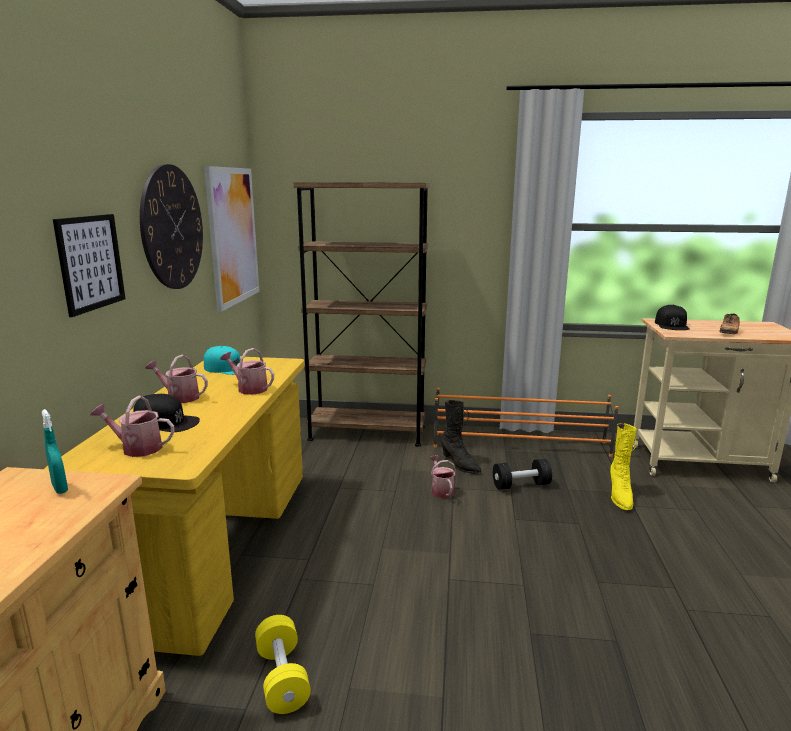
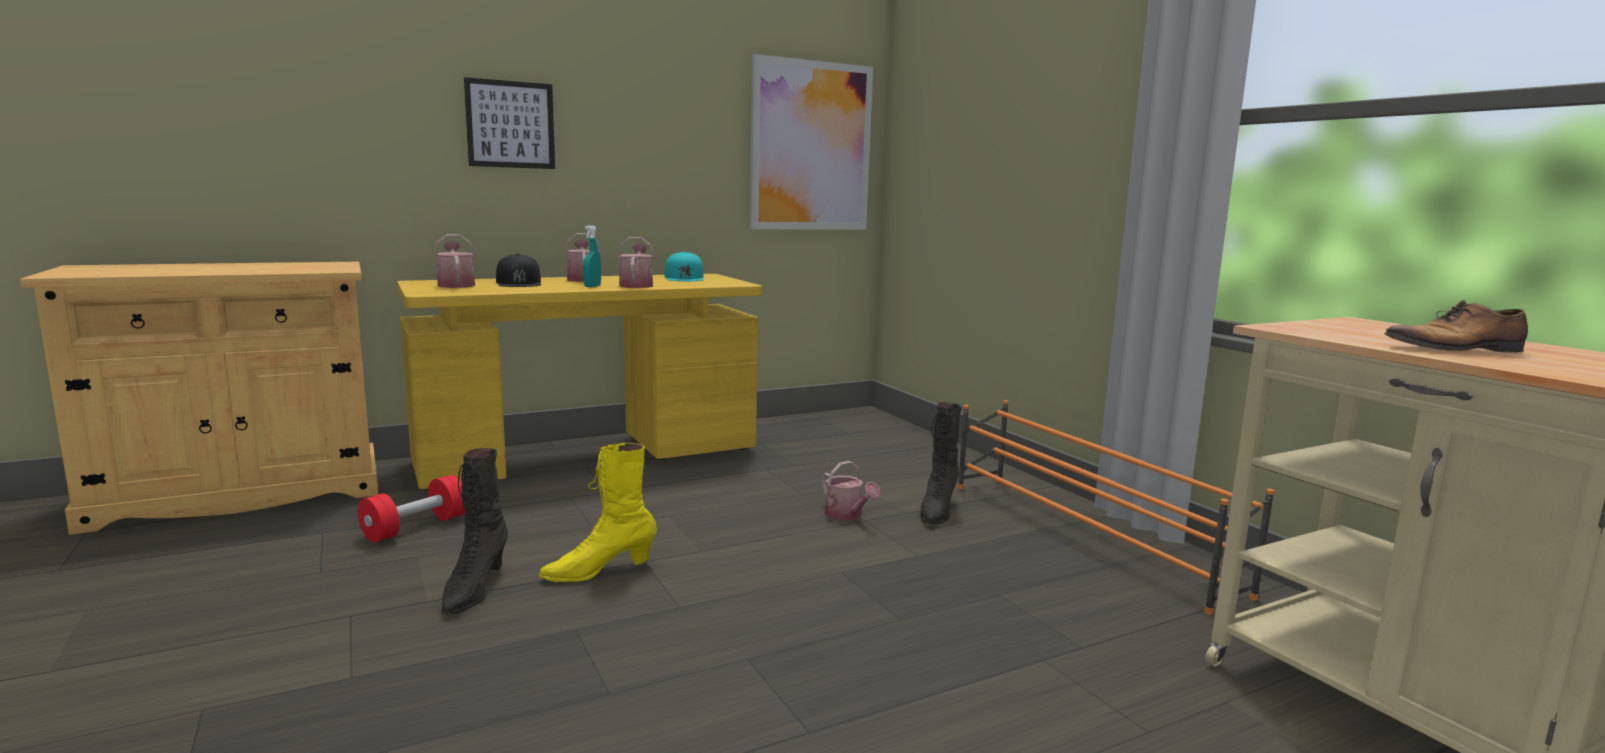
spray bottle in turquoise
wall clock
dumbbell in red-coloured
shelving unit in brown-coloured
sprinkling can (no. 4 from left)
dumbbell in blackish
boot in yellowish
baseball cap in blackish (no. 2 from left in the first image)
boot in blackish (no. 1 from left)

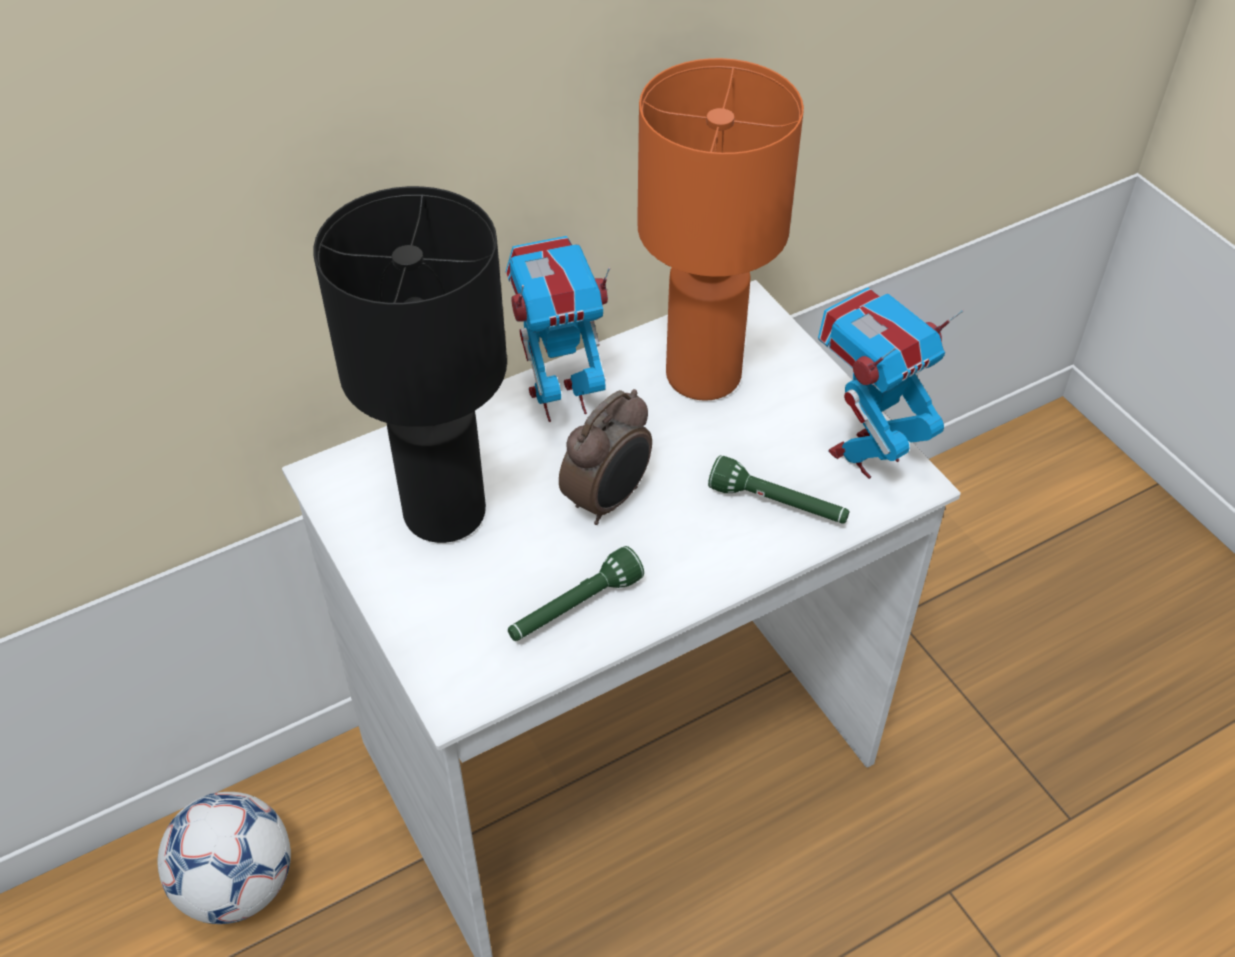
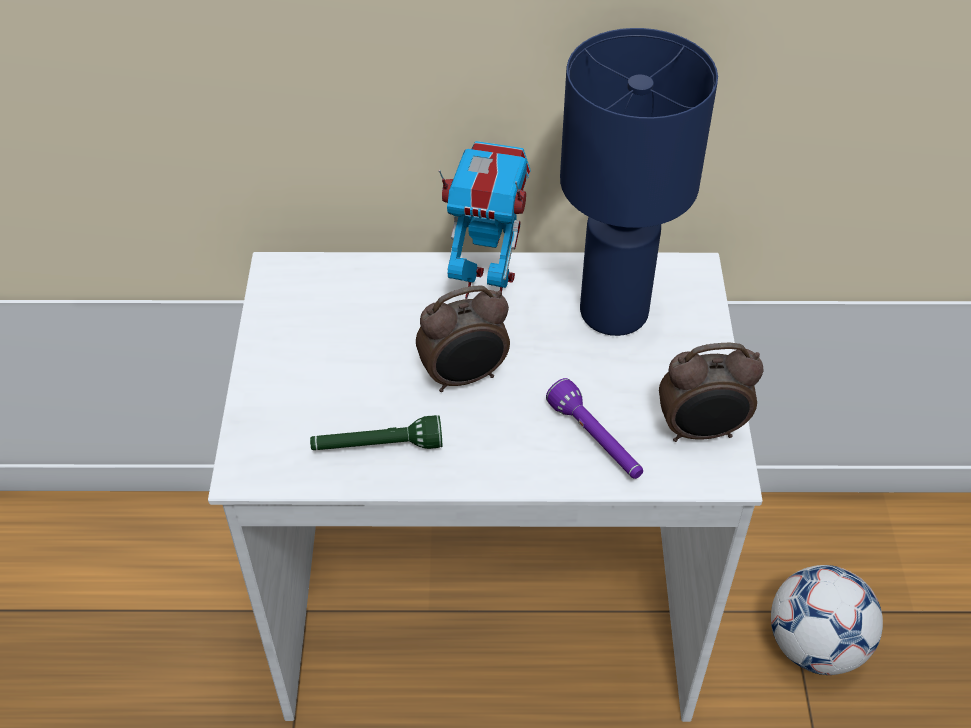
football ball
table lamp in blackish
table lamp in blue-coloured
hand torch in purple-coloured
alarm clock (no. 2 from left)

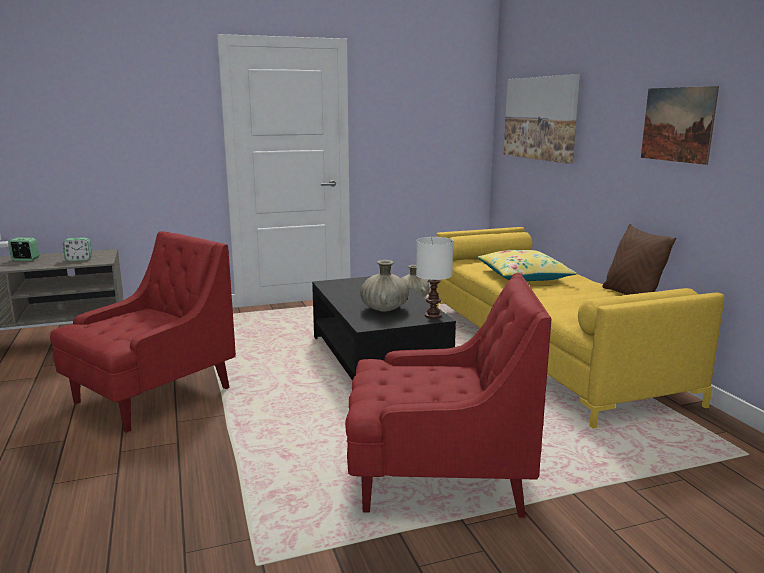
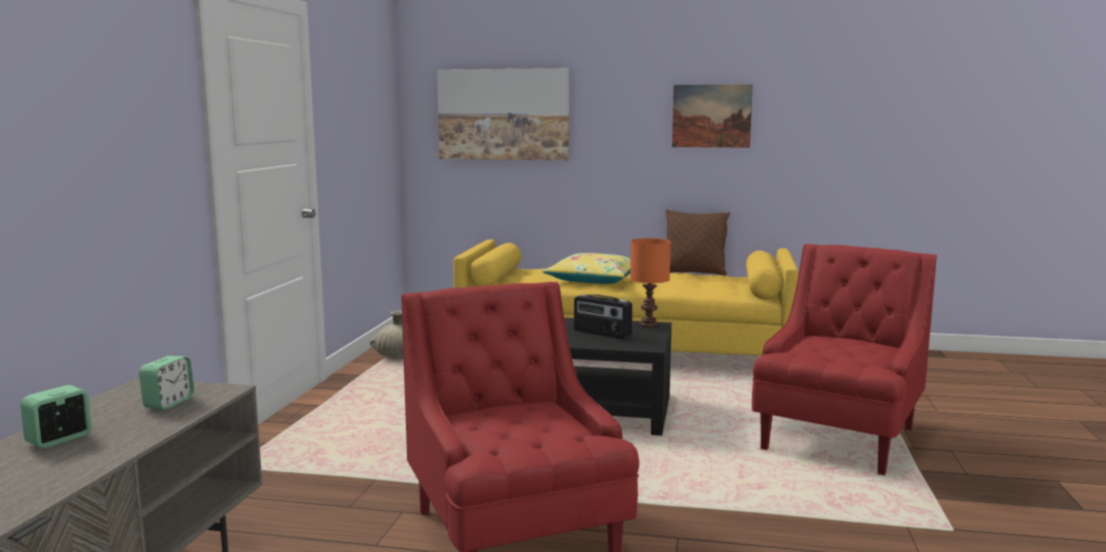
radio set
table lamp in orangey

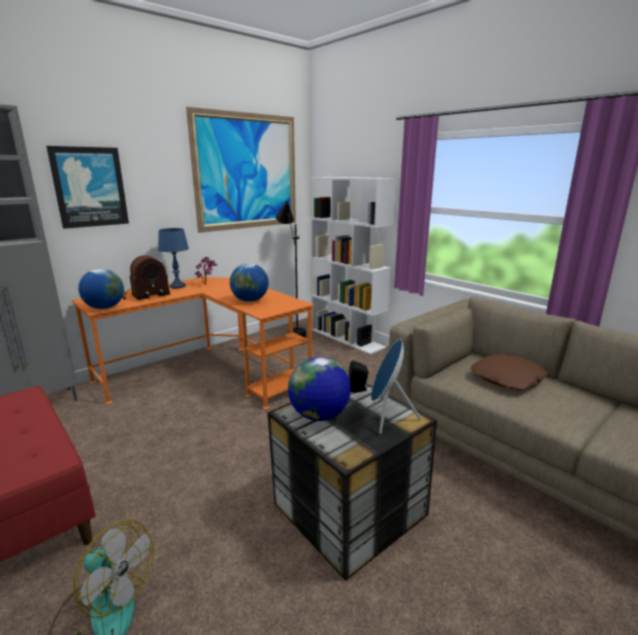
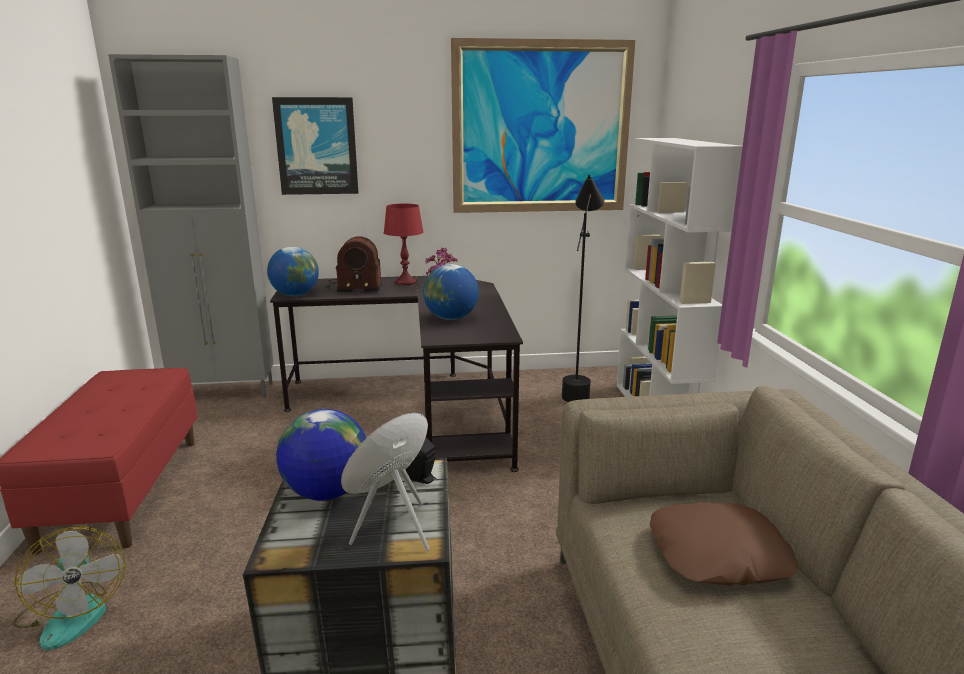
desk table in blackish
table lamp in red-coloured

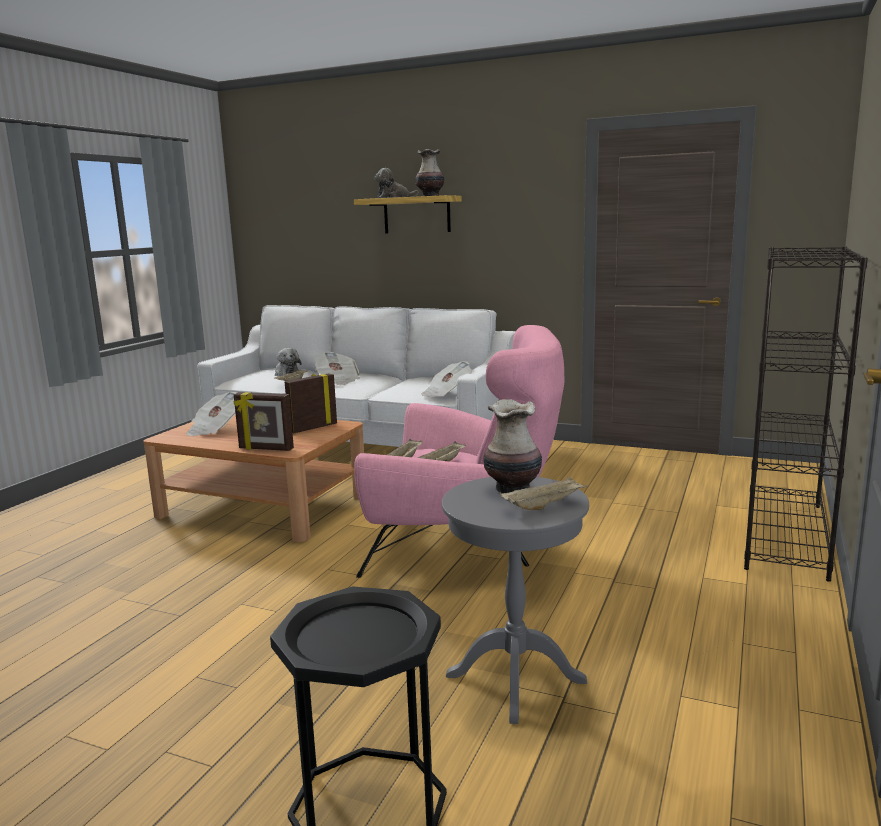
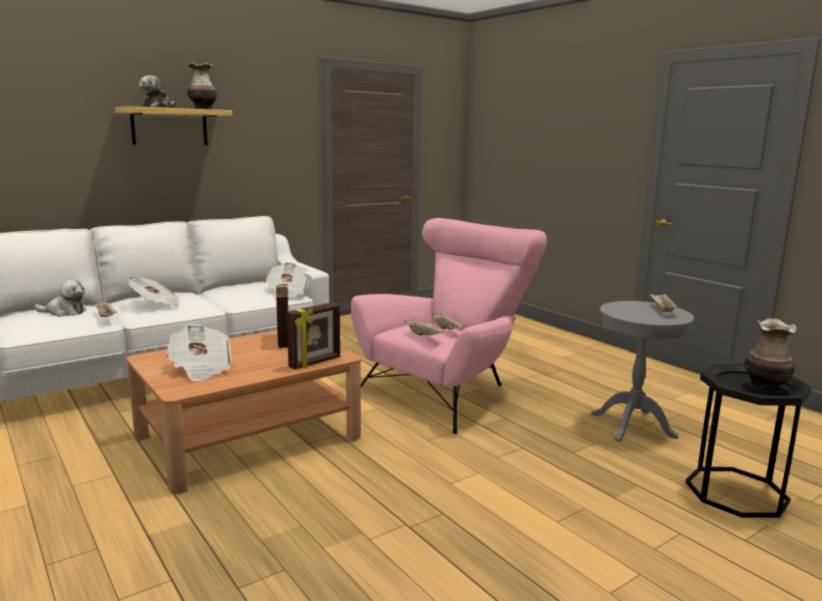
decorative vase (no. 2 from left)
shelving unit in blackish

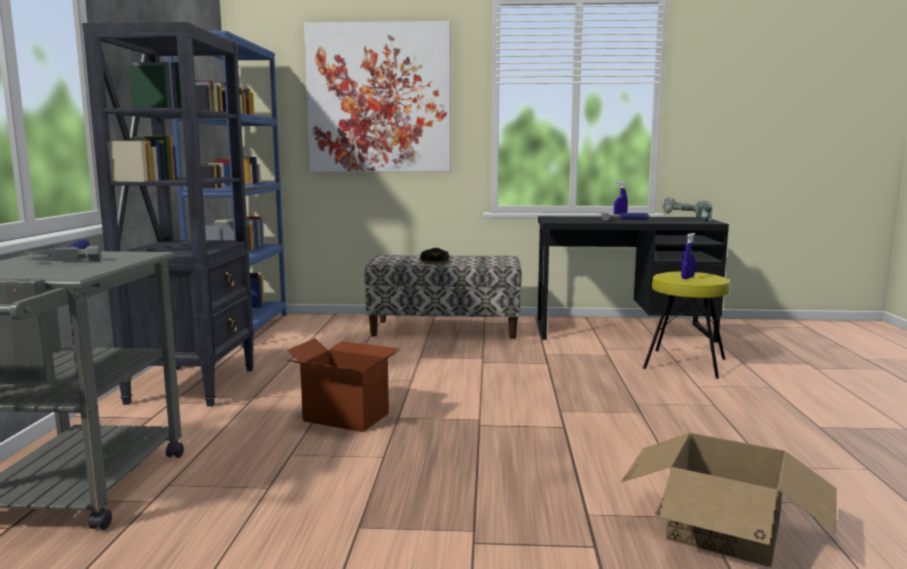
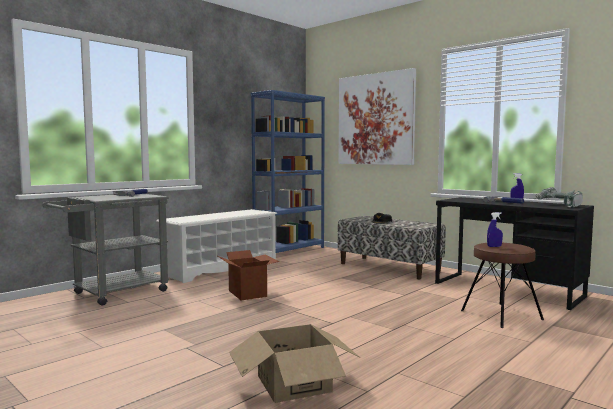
shoe rack in white-coloured
stool seat in brown-coloured

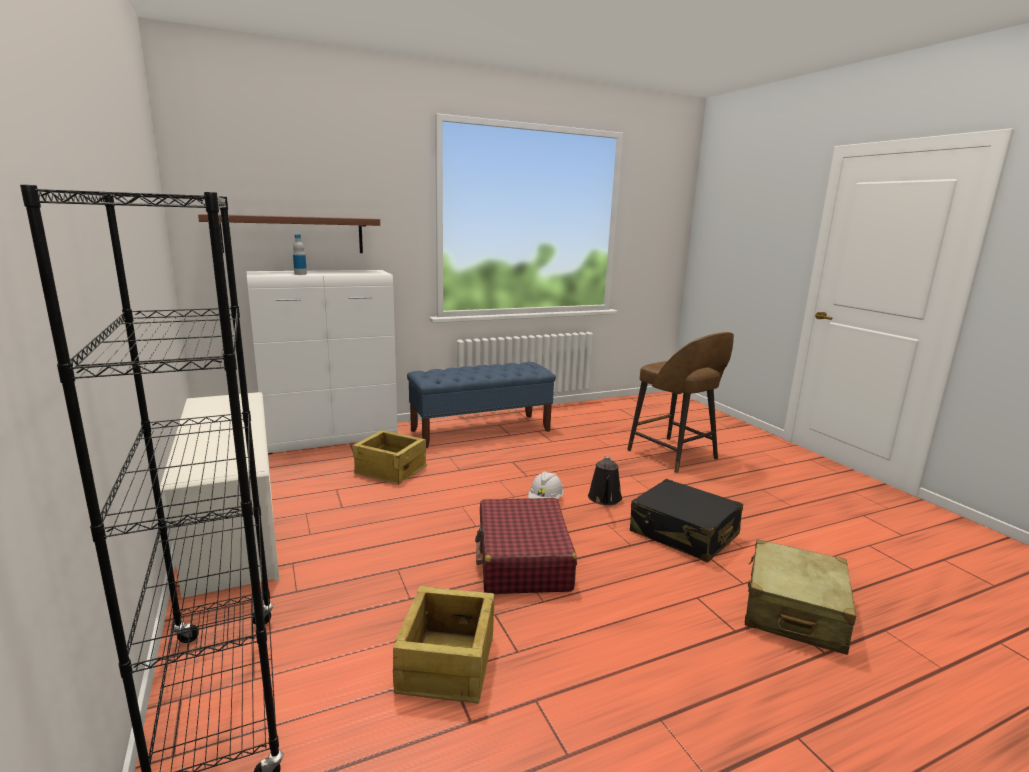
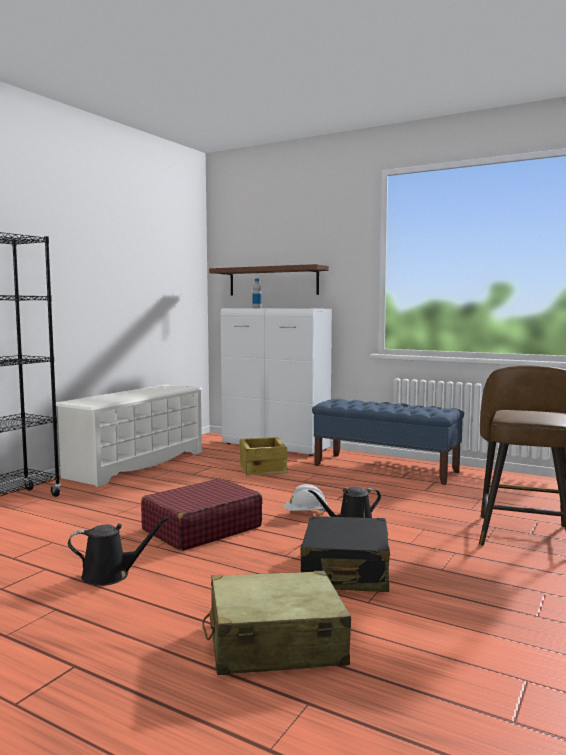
shipping crate (no. 2 from left in the first image)
sprinkling can in blackish (no. 1 from left)

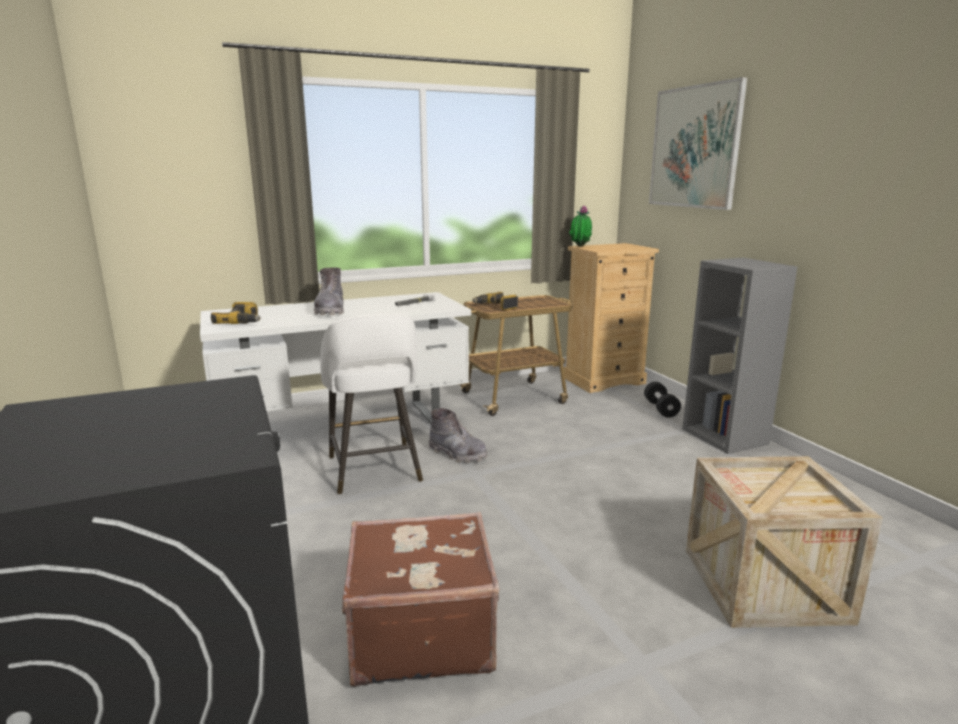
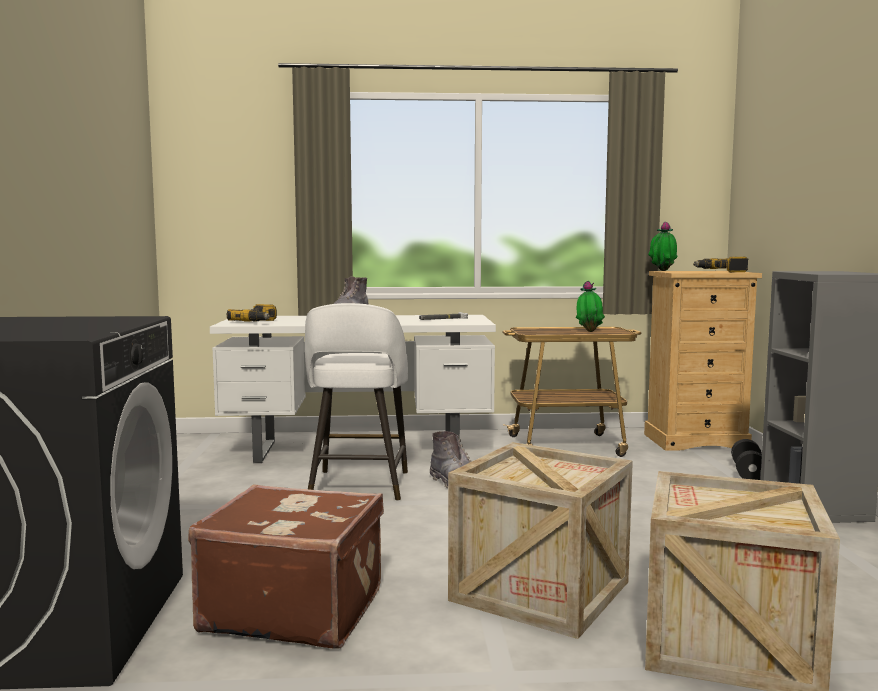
electric drill (no. 2 from left)
wall picture
shipping crate (no. 1 from left)
potted plant (no. 1 from left)

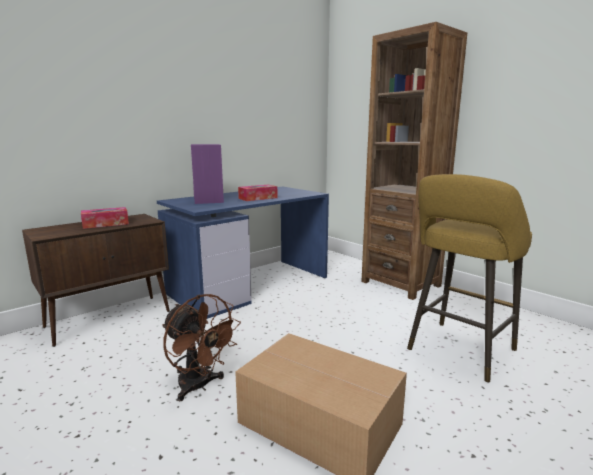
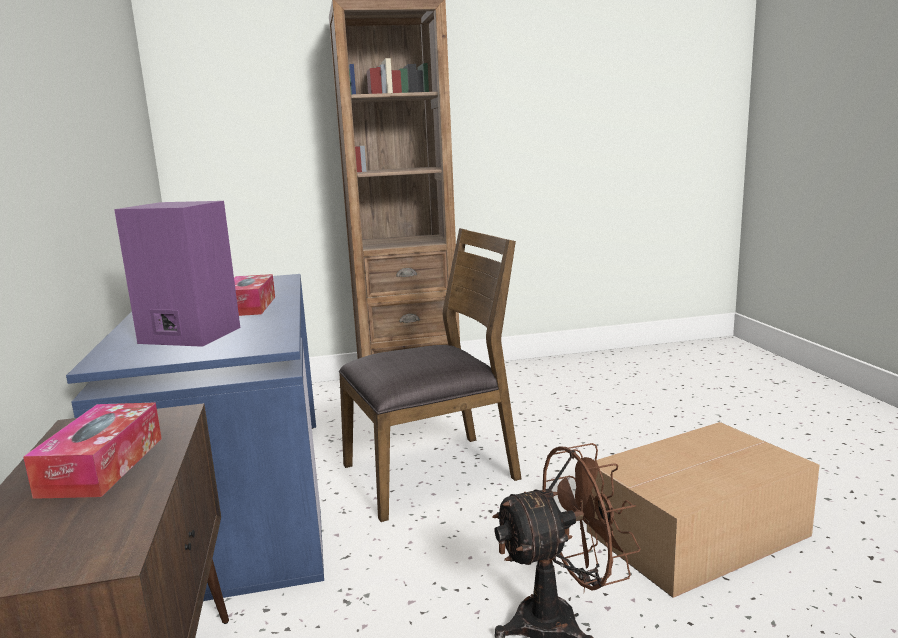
stool seat in yellowish
upright chair in brown-coloured

